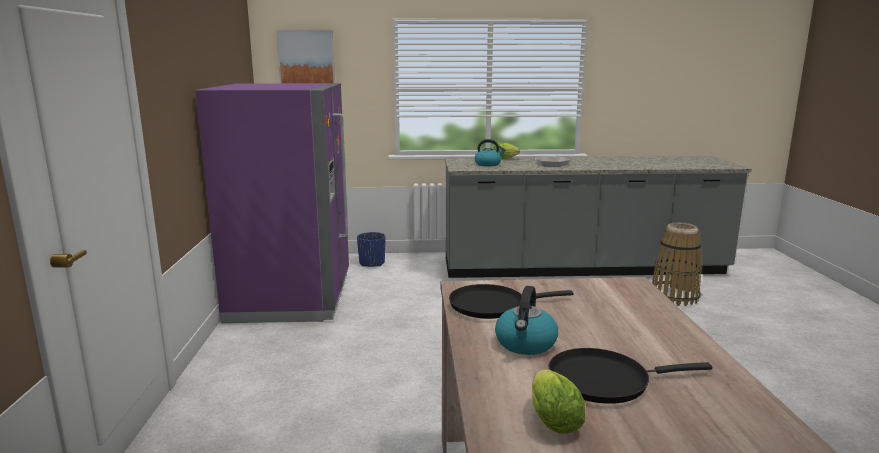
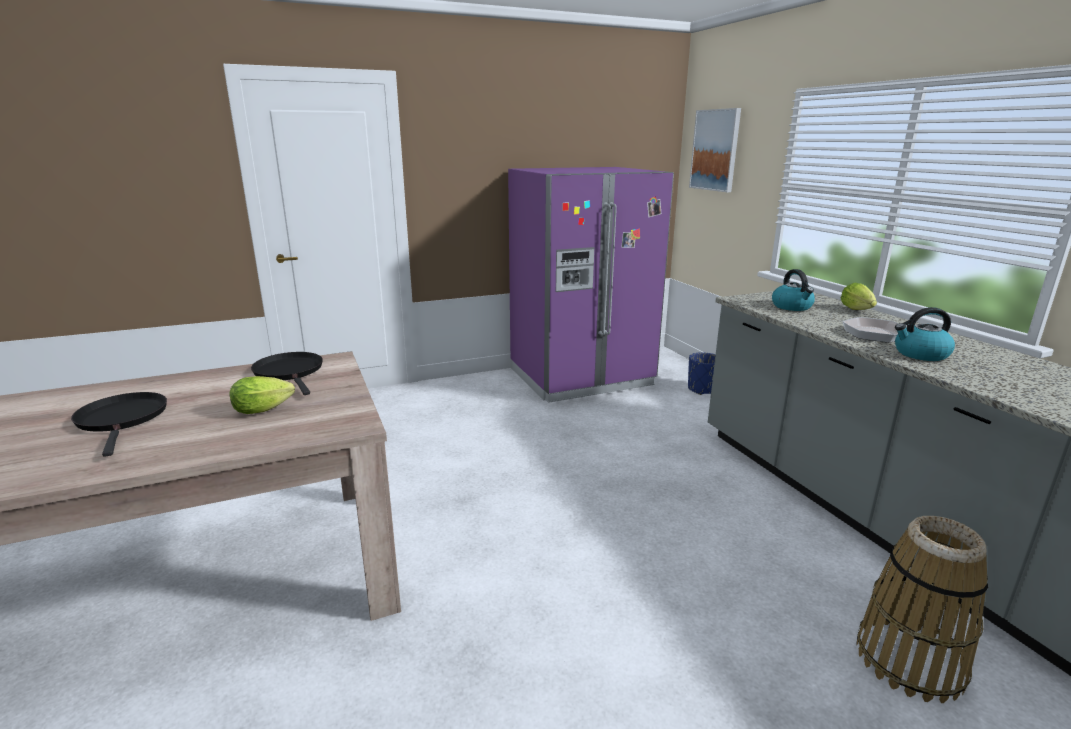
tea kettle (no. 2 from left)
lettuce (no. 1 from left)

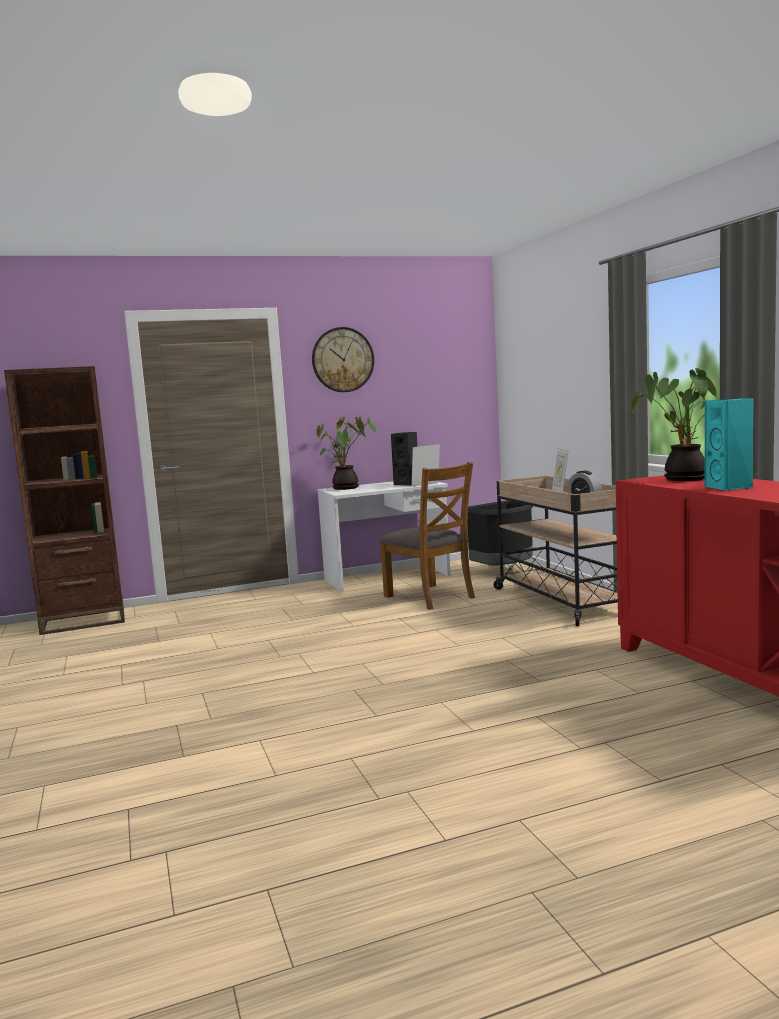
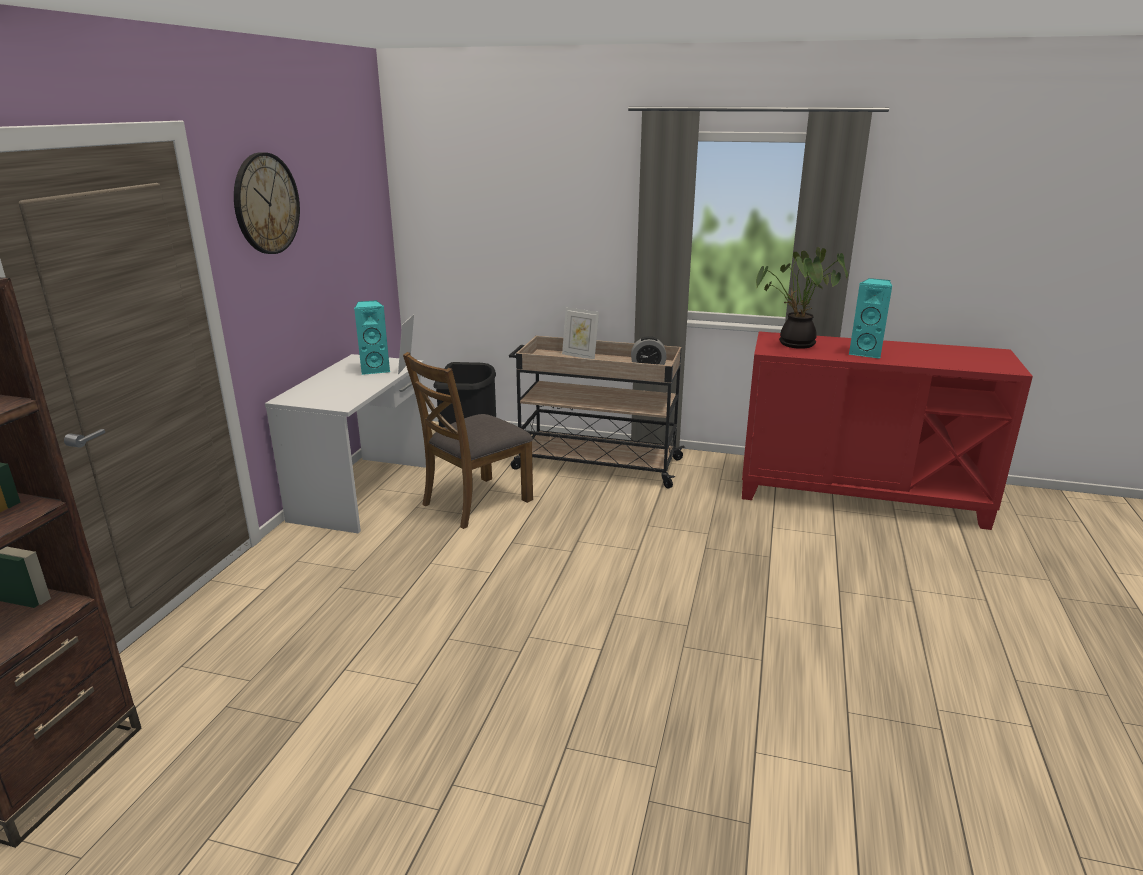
potted plant (no. 1 from left in the first image)
upright chair in brown-coloured
speaker in turquoise (no. 1 from left)

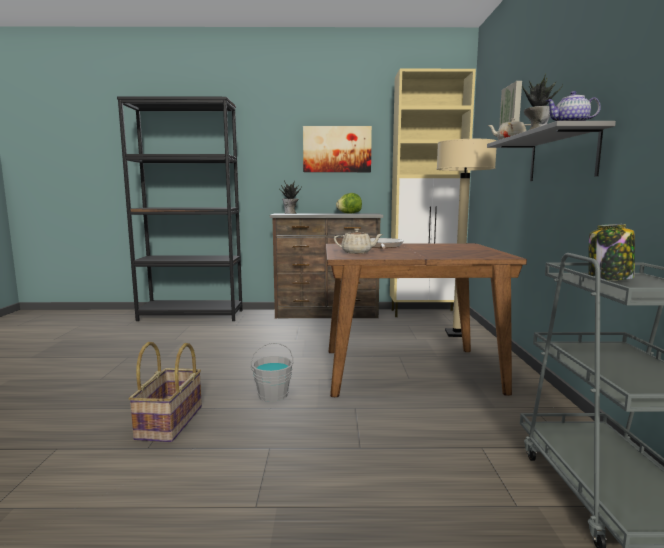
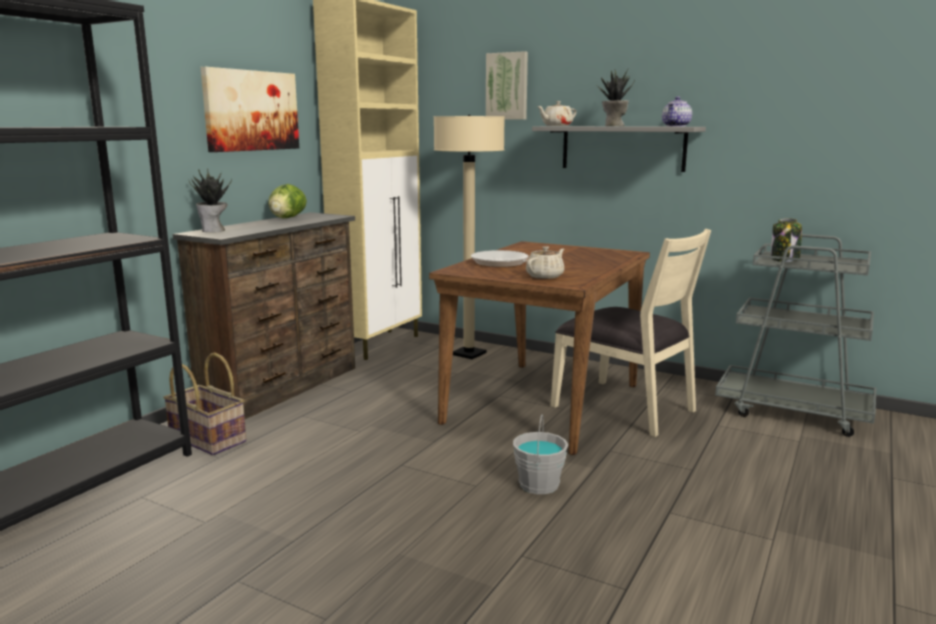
storage basket
upright chair in beige-coloured

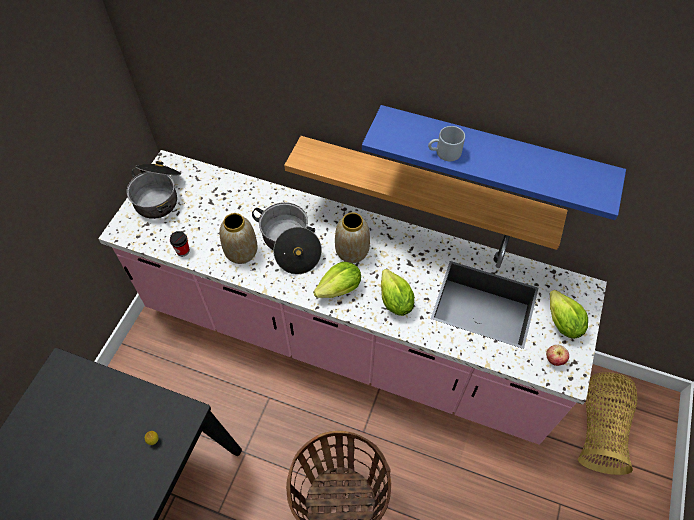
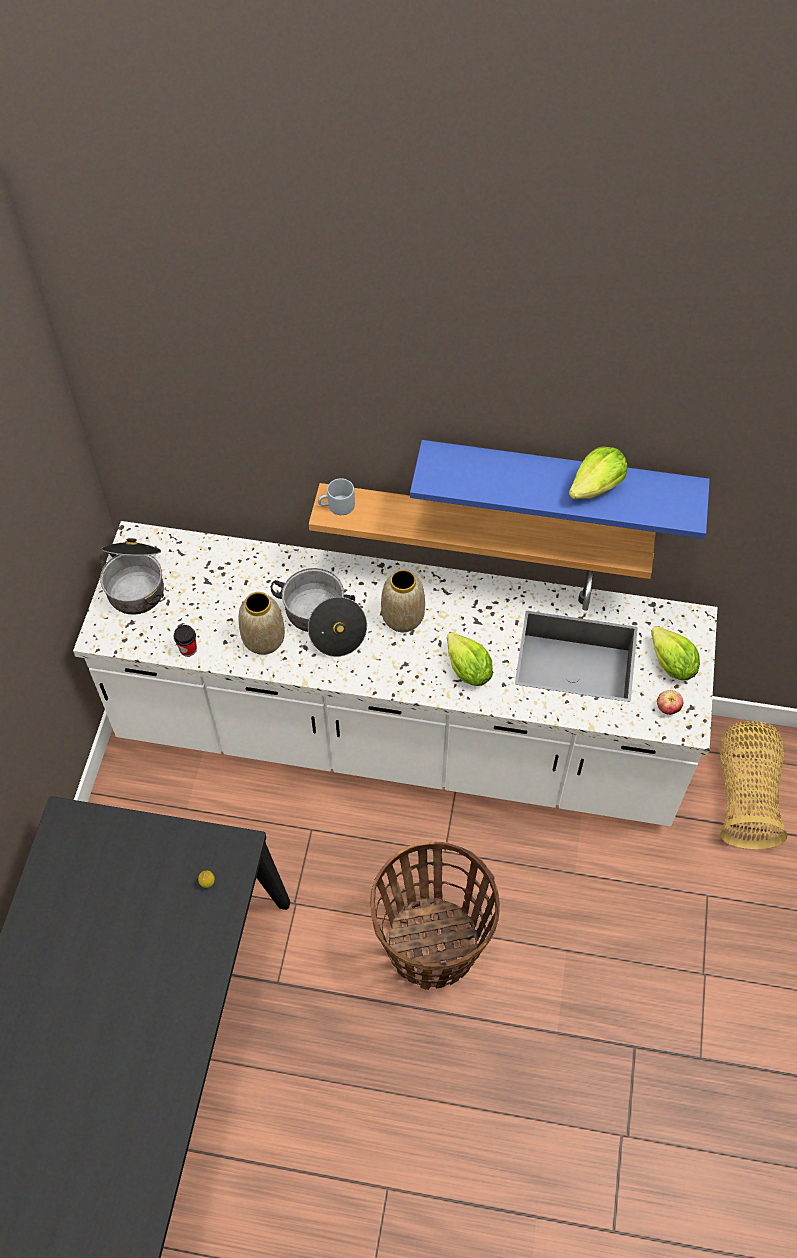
kitchen counter in white-coloured
lettuce (no. 2 from left)
coffee mug in grey

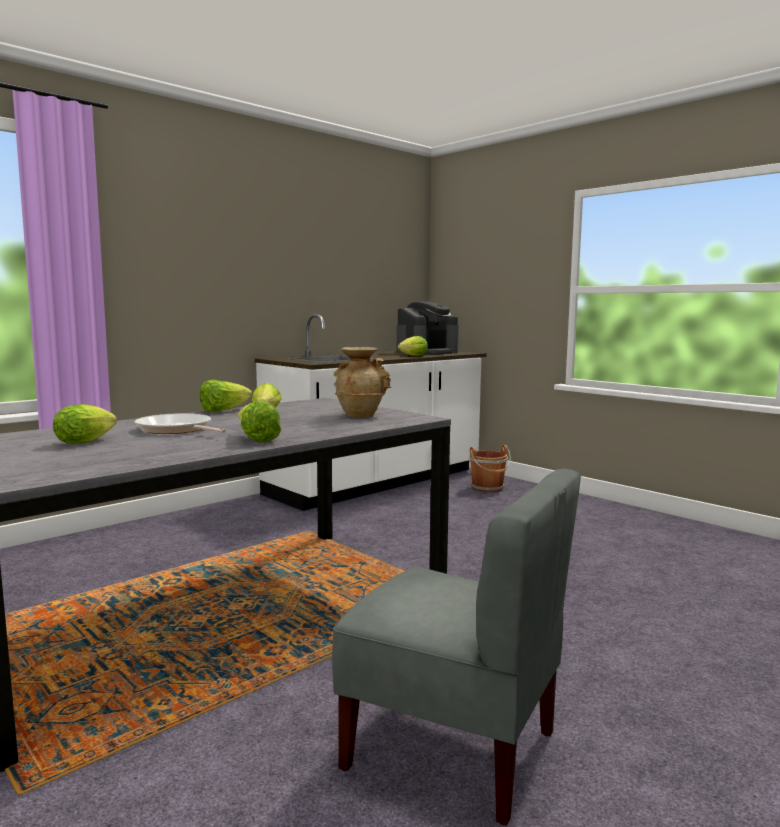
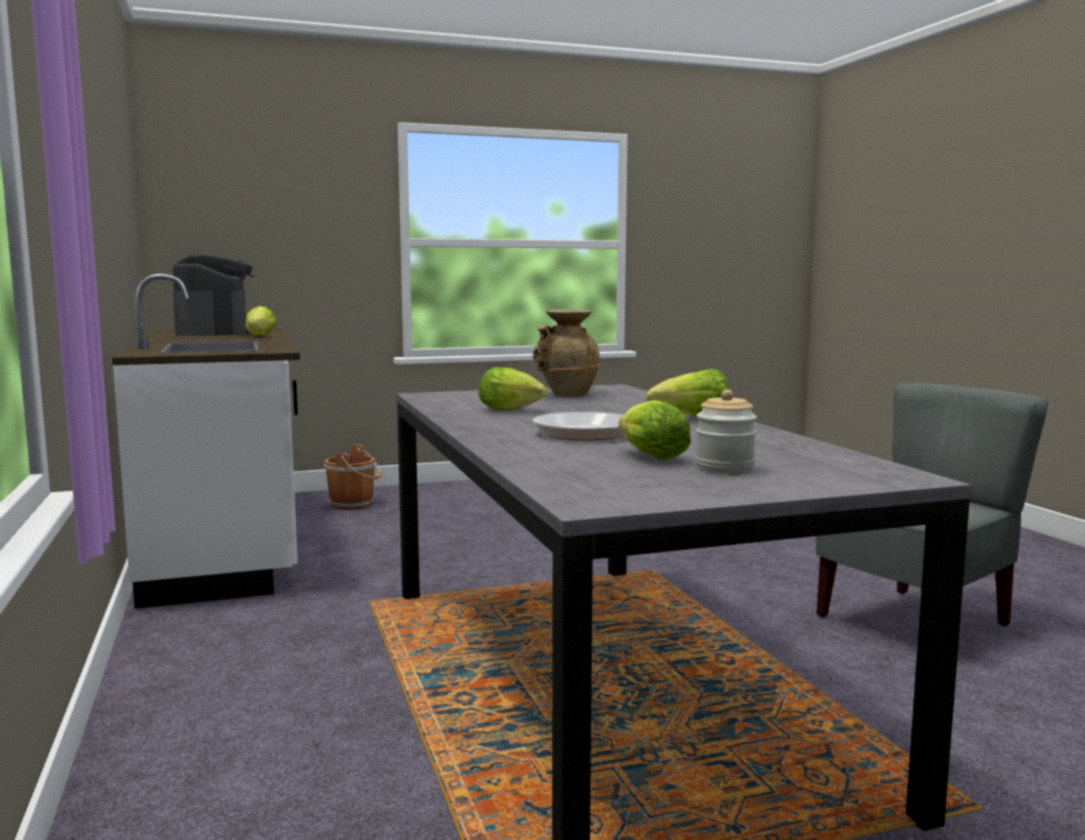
lettuce (no. 2 from left in the first image)
jar

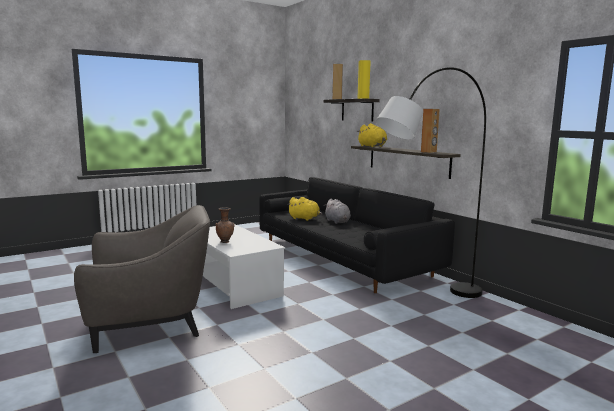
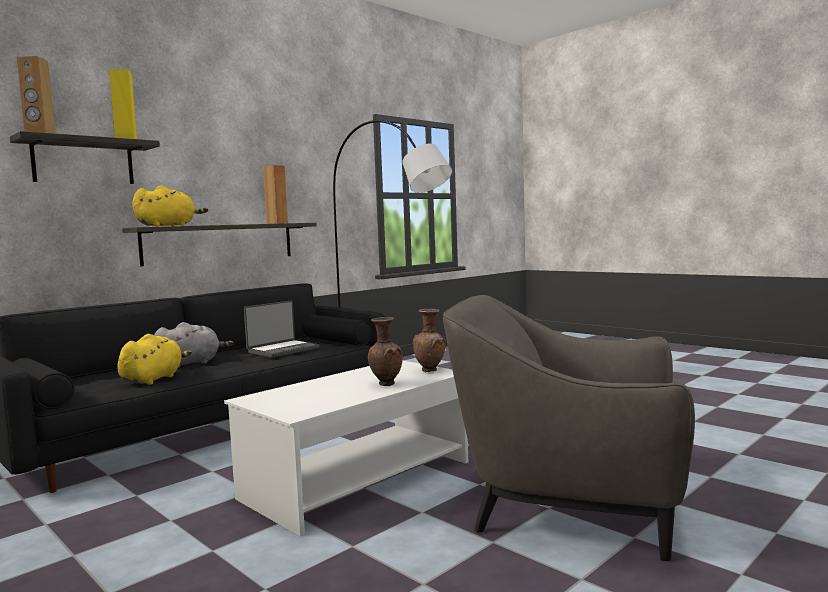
easy chair in grey
notebook computer
decorative vase in brown-coloured (no. 2 from left)

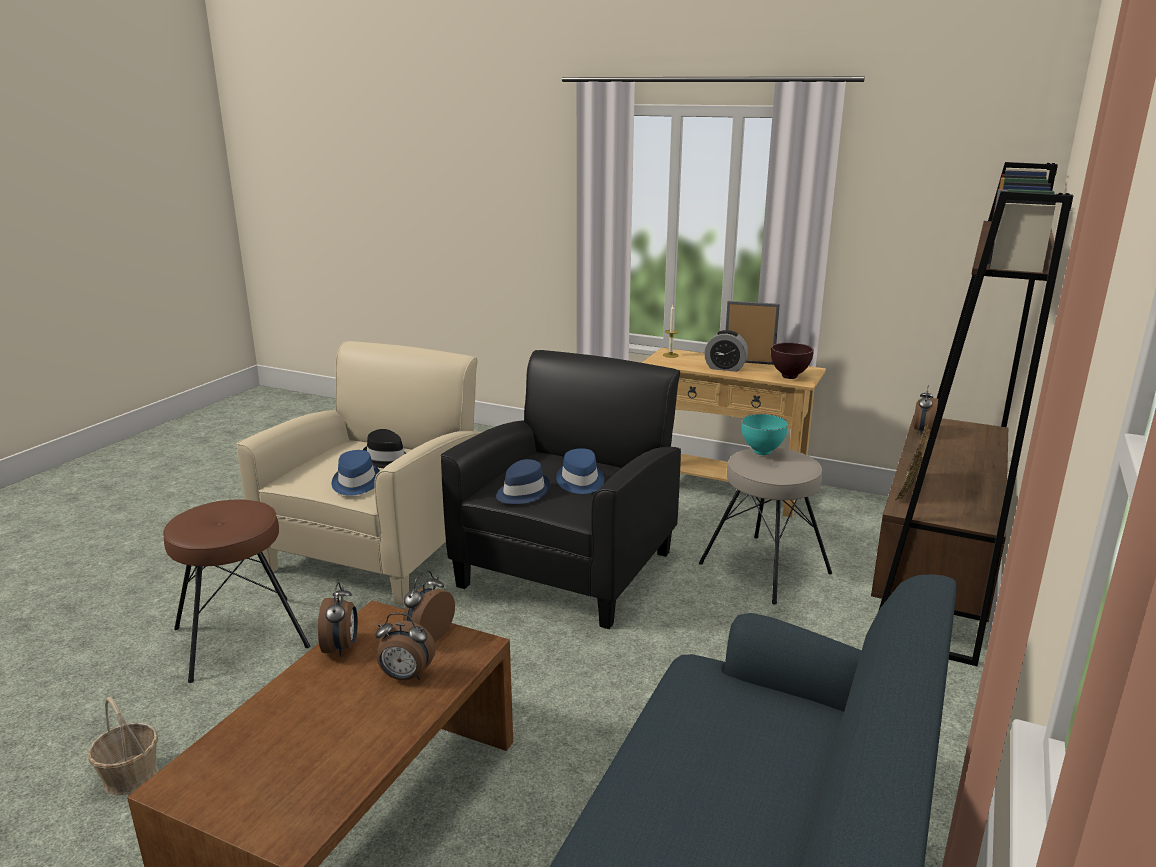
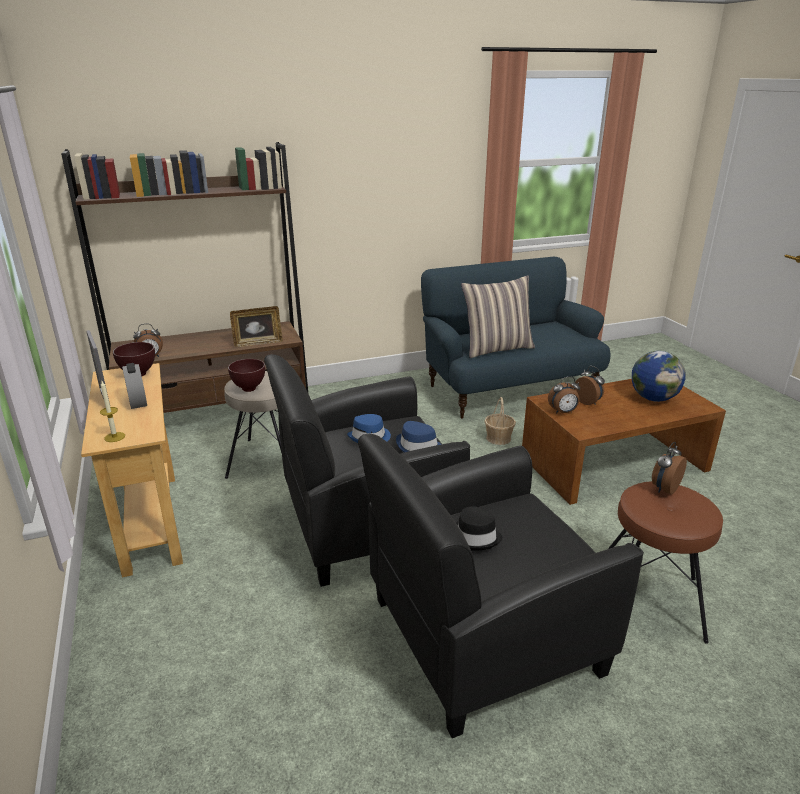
storage basket
easy chair in blackish (no. 2 from left)
alarm clock (no. 5 from left)
clothing hat in blue-coloured (no. 1 from left in the first image)
deep dish in brown-coloured (no. 2 from left)
throw pillow
globe

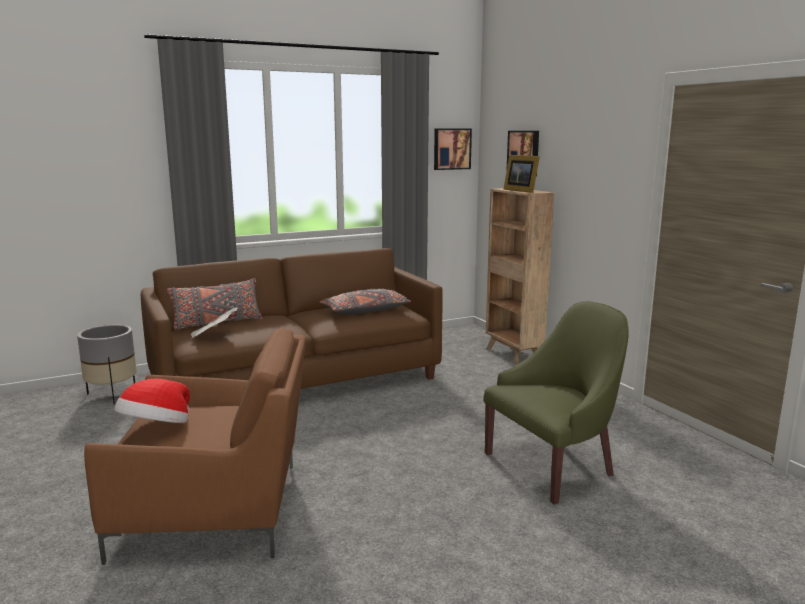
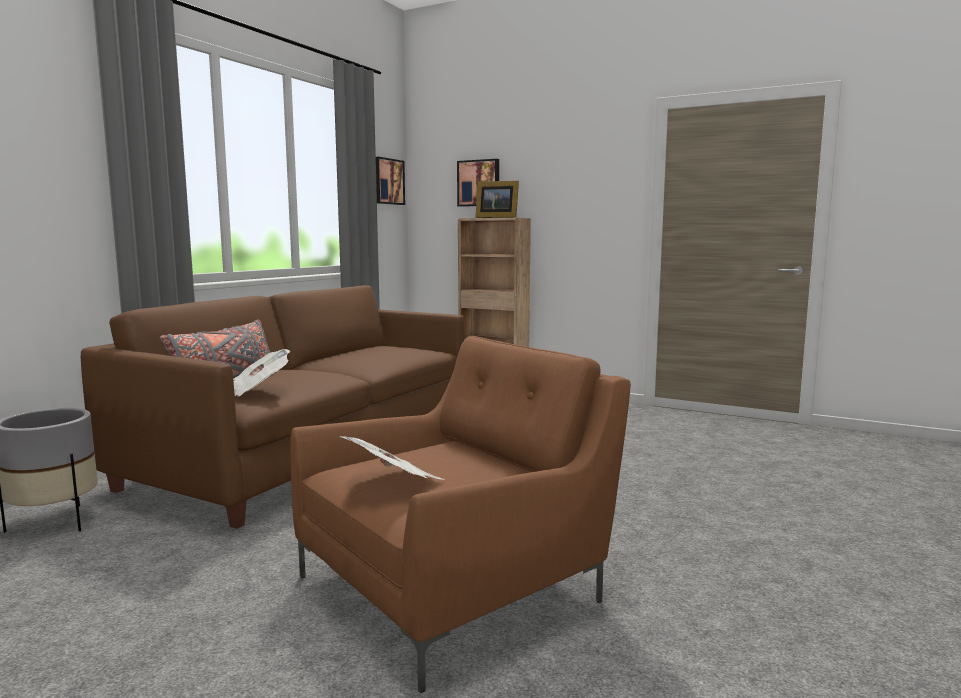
newspaper (no. 2 from left)
throw pillow in grey (no. 2 from left in the first image)
easy chair in green-coloured

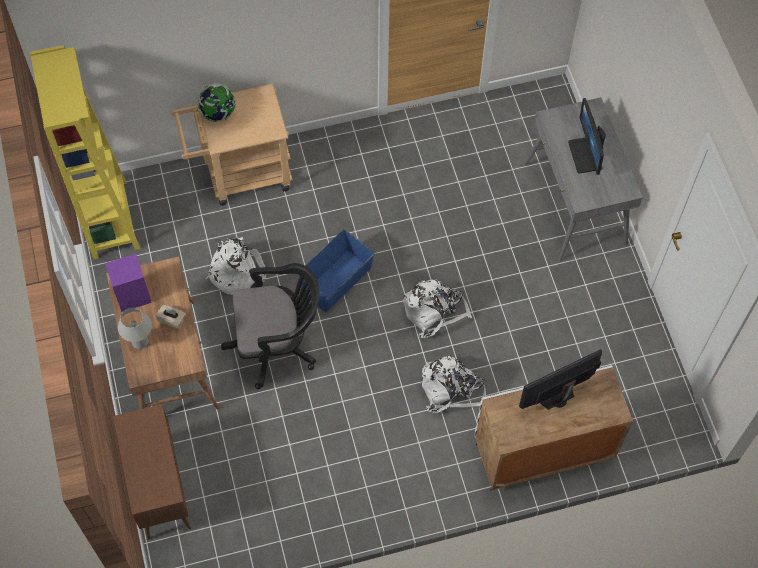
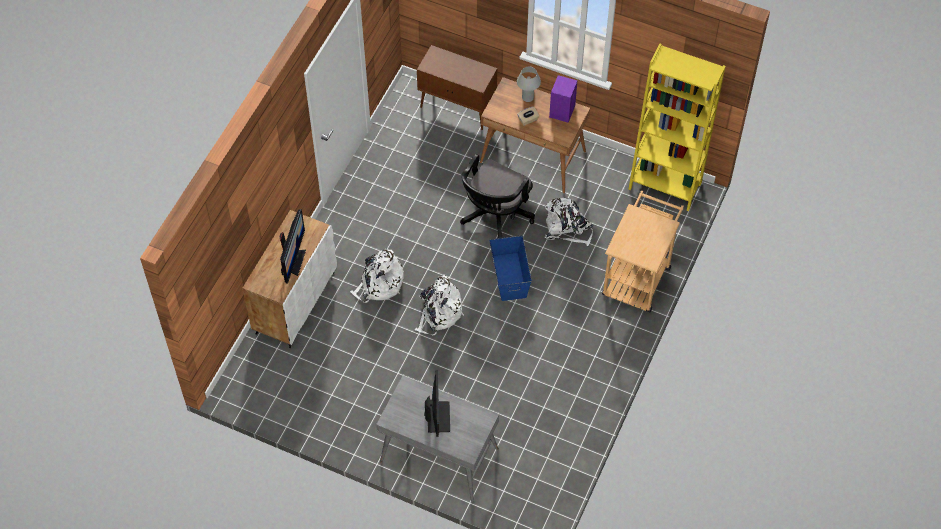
globe
monitor (no. 2 from left)

